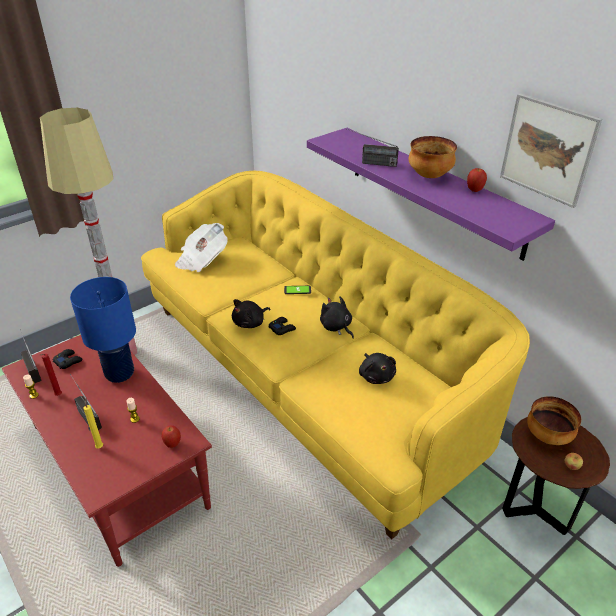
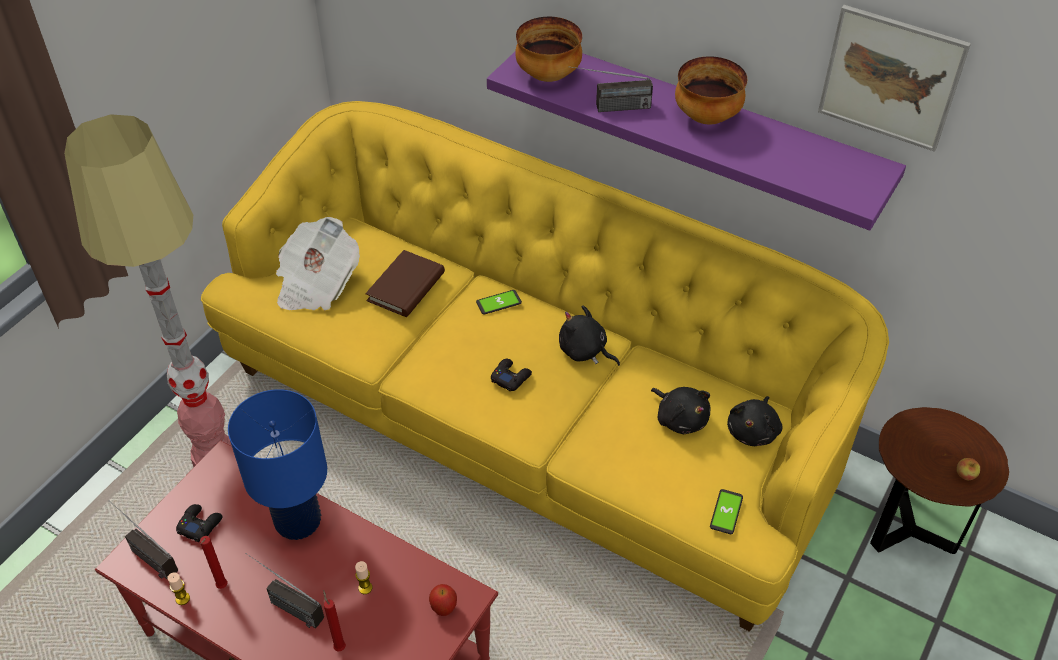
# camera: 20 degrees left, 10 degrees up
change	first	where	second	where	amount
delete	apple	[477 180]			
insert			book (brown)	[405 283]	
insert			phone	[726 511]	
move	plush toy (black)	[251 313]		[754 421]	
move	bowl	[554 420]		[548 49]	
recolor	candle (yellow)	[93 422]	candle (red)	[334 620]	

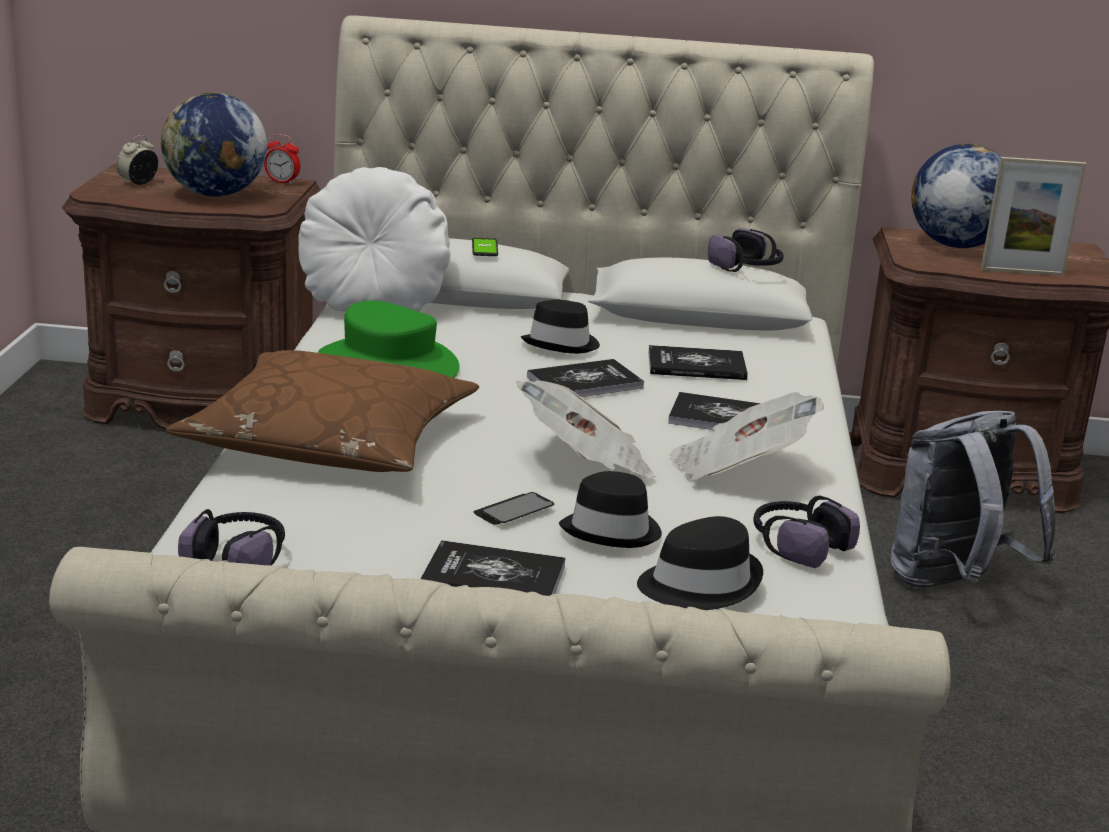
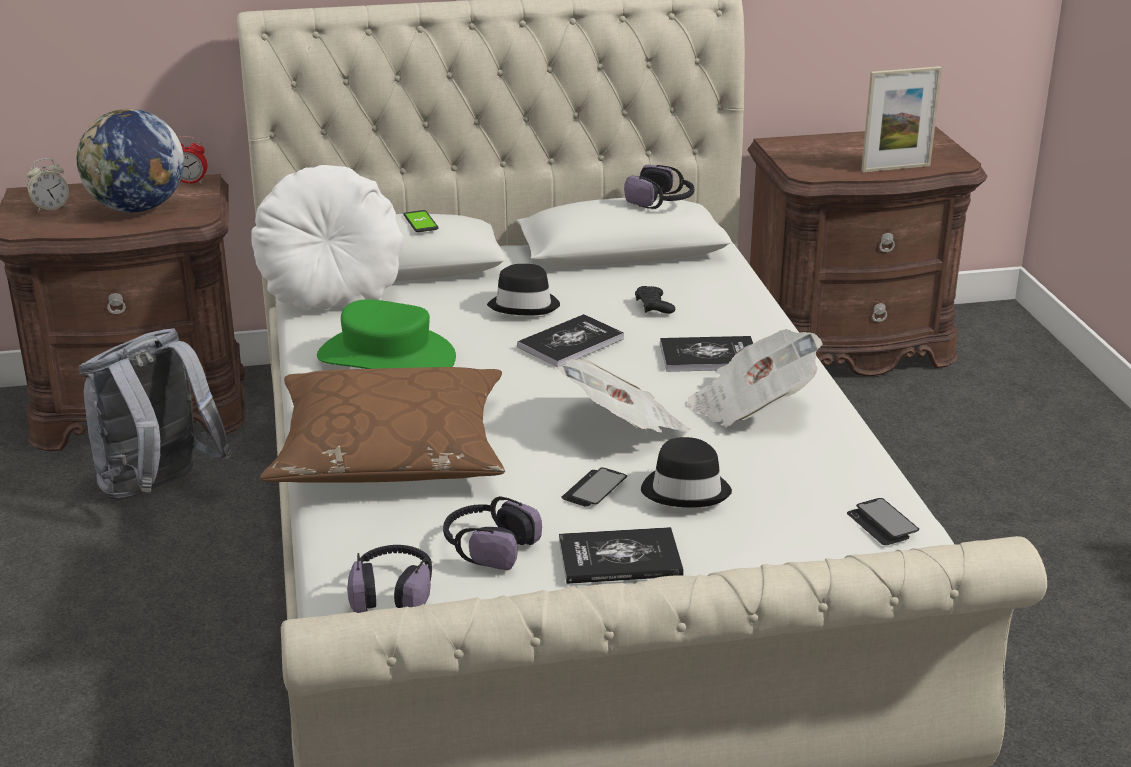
# camera: 15 degrees left, 5 degrees up
change	first	where	second	where	amount
delete	hat (black)	[700 563]			
delete	globe	[956 196]			
insert			phone	[883 521]	
move	headphones	[806 531]		[492 533]	
move	backpack (grey)	[973 499]		[155 414]	
replace	book	[698 362]	game controller (black)	[655 300]	
rotate	alarm clock	[137 160]		[48 185]	135 degrees counterclockwise

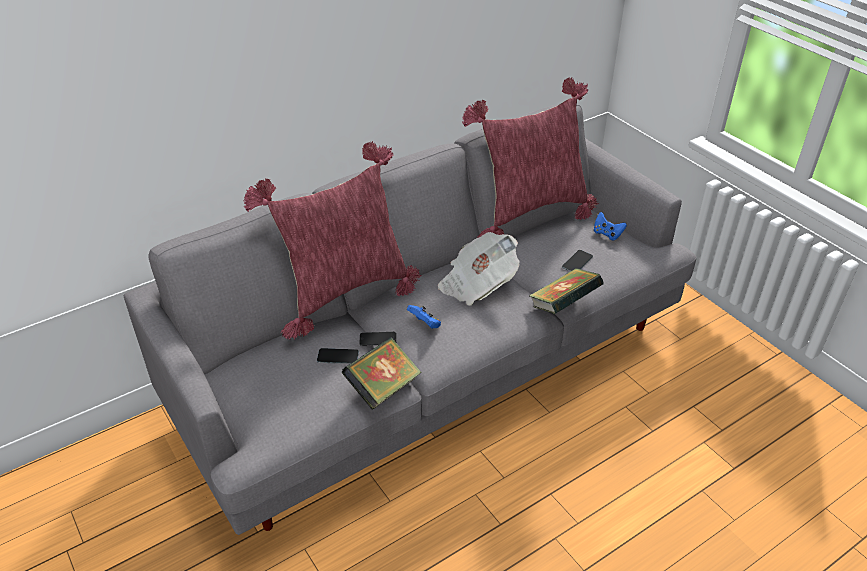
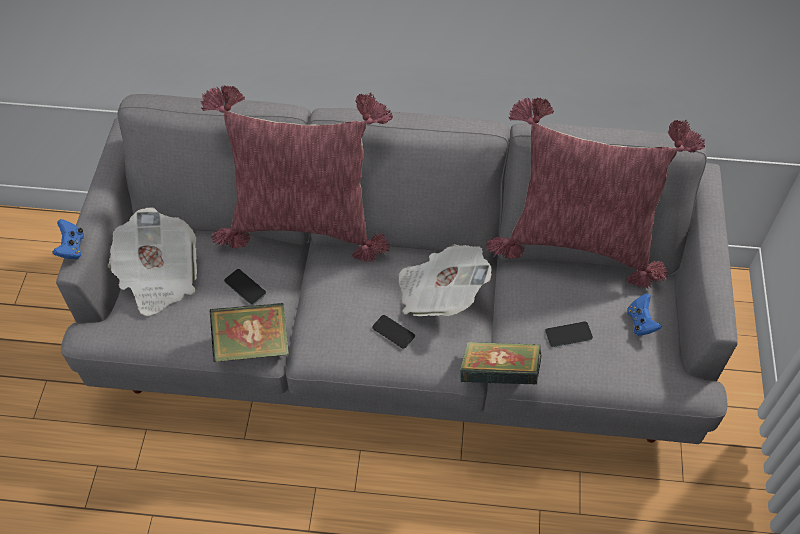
# camera: 40 degrees right, 15 degrees up
change	first	where	second	where	amount
insert			newspaper	[152 262]	
move	phone	[378 339]		[393 332]	
move	game controller (blue)	[424 317]		[68 239]	

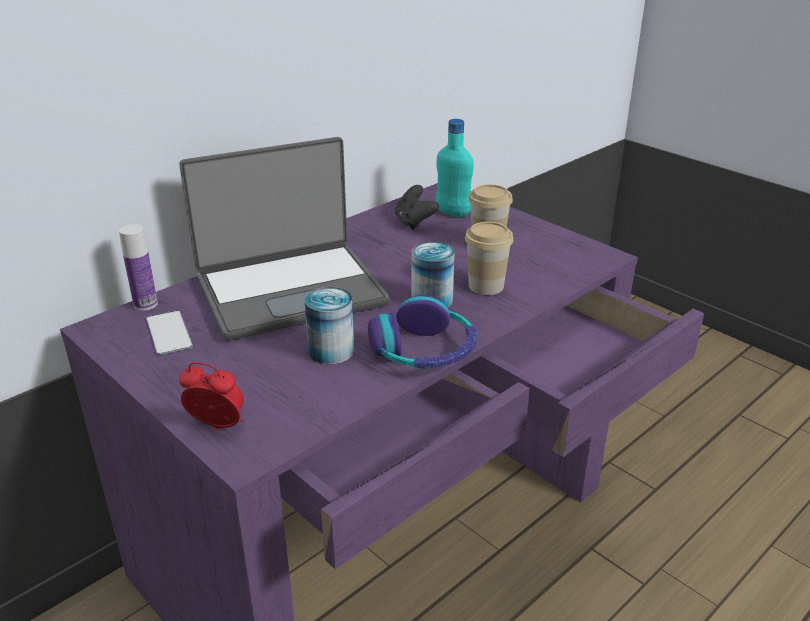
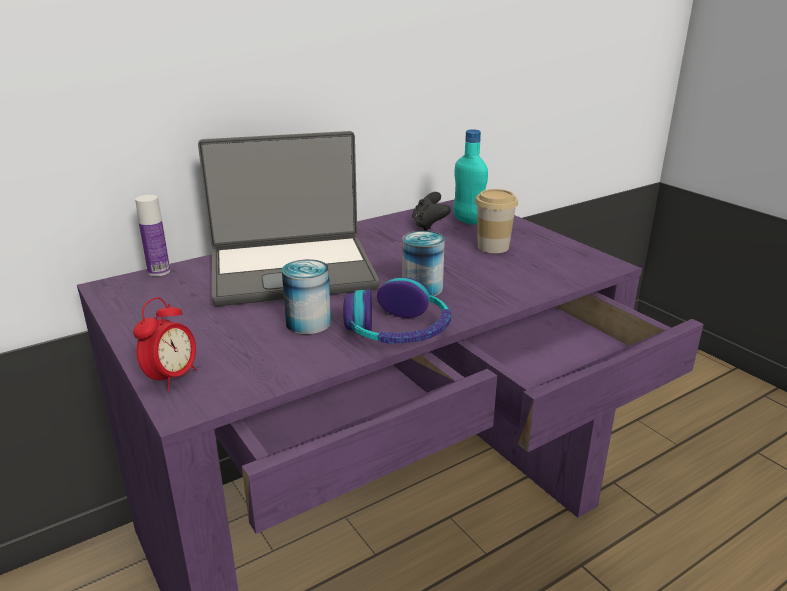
# camera: 10 degrees right, 5 degrees down
change	first	where	second	where	amount
delete	phone	[169 332]			
delete	cup	[489 258]			
rotate	alarm clock	[211 396]		[165 344]	90 degrees clockwise

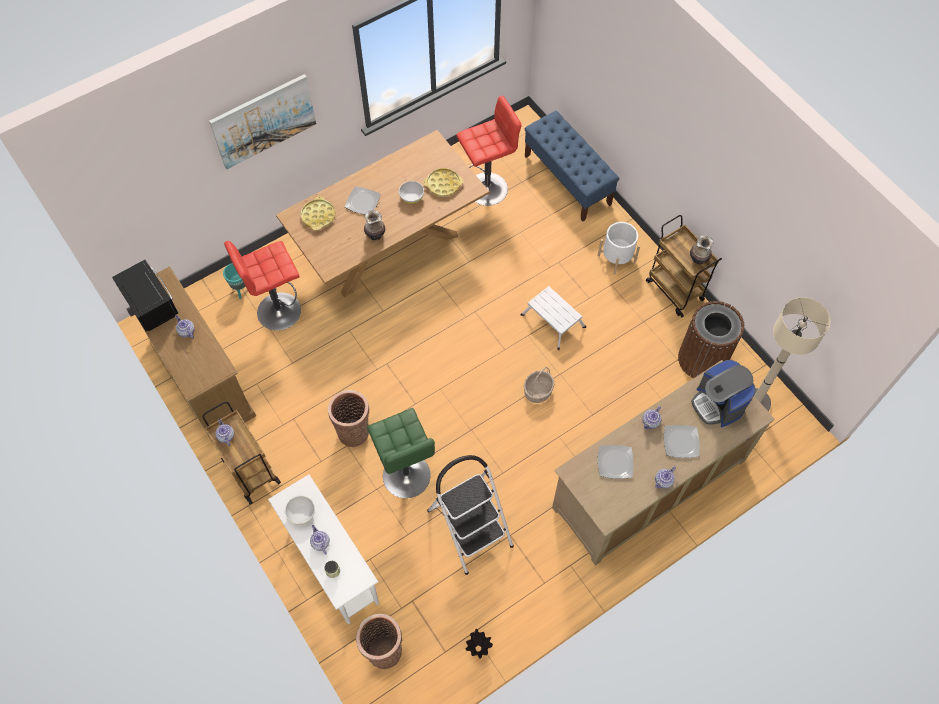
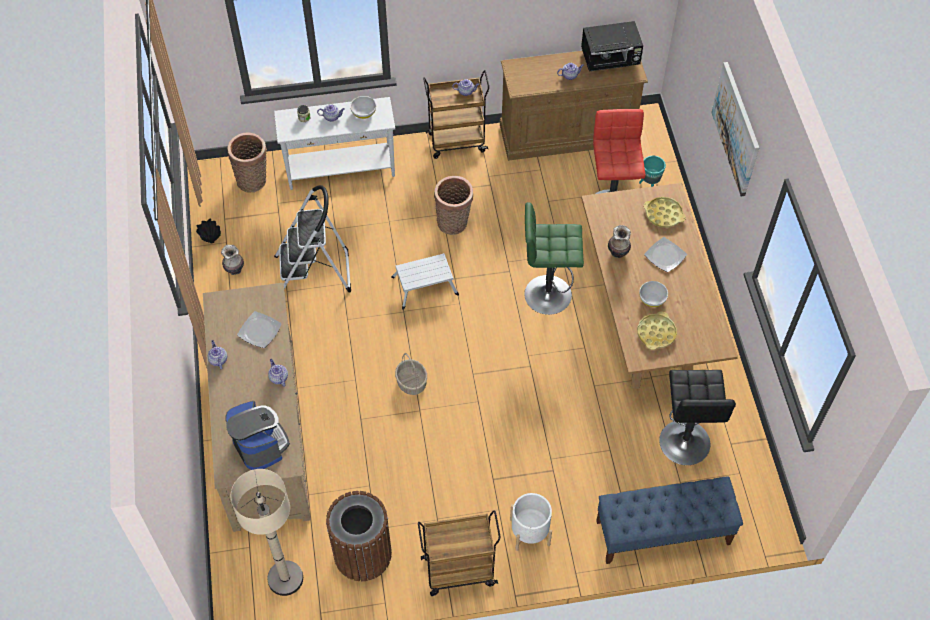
# camera: 115 degrees right, 5 degrees down
change	first	where	second	where	amount
delete	plate	[682 441]			
move	stool (green)	[401 453]		[554 258]	
move	step ladder (white)	[553 318]		[425 281]	
move	vase	[702 249]		[232 260]	
recolor	stool (red)	[489 150]	stool (black)	[697 417]	
rotate	coffee machine	[723 393]		[257 435]	60 degrees clockwise

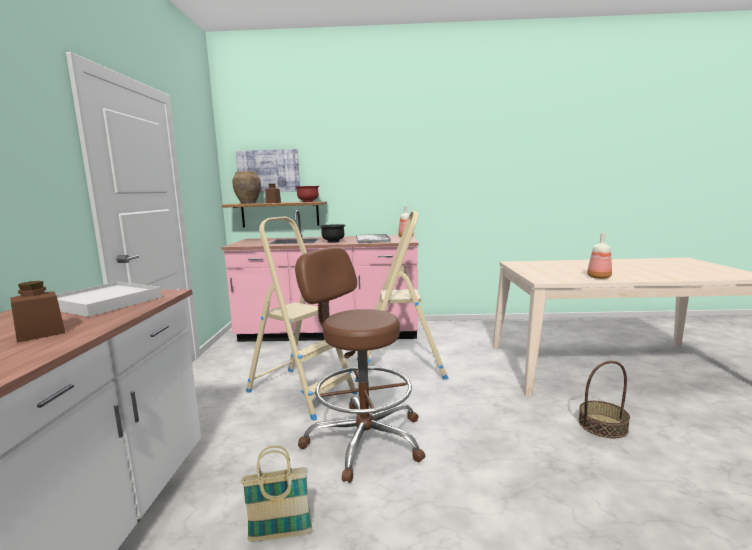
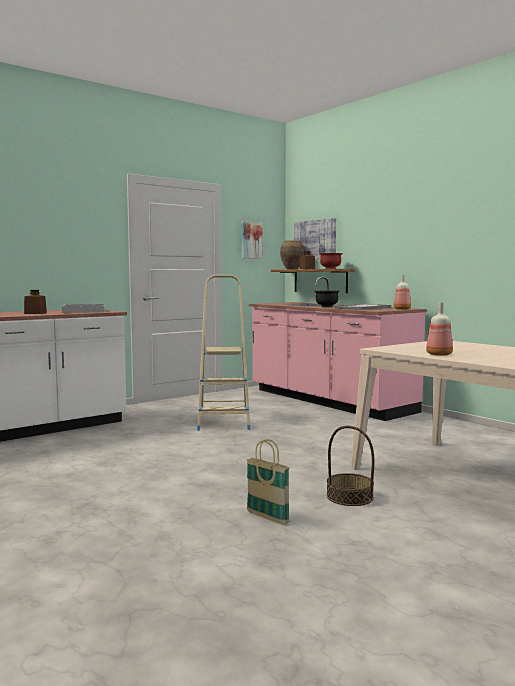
# camera: 50 degrees right, 5 degrees down
change	first	where	second	where	amount
delete	stool (brown)	[360 365]			
delete	step ladder (beige)	[402 296]			
insert			picture	[252 240]	
move	basket	[276 493]		[268 482]	

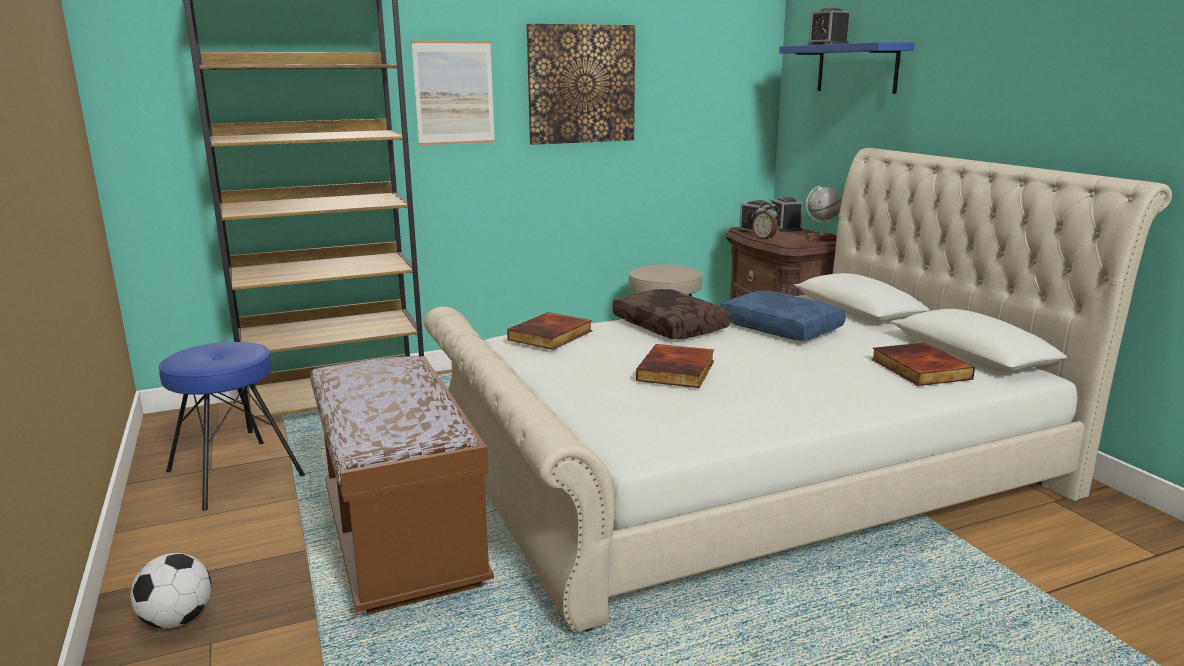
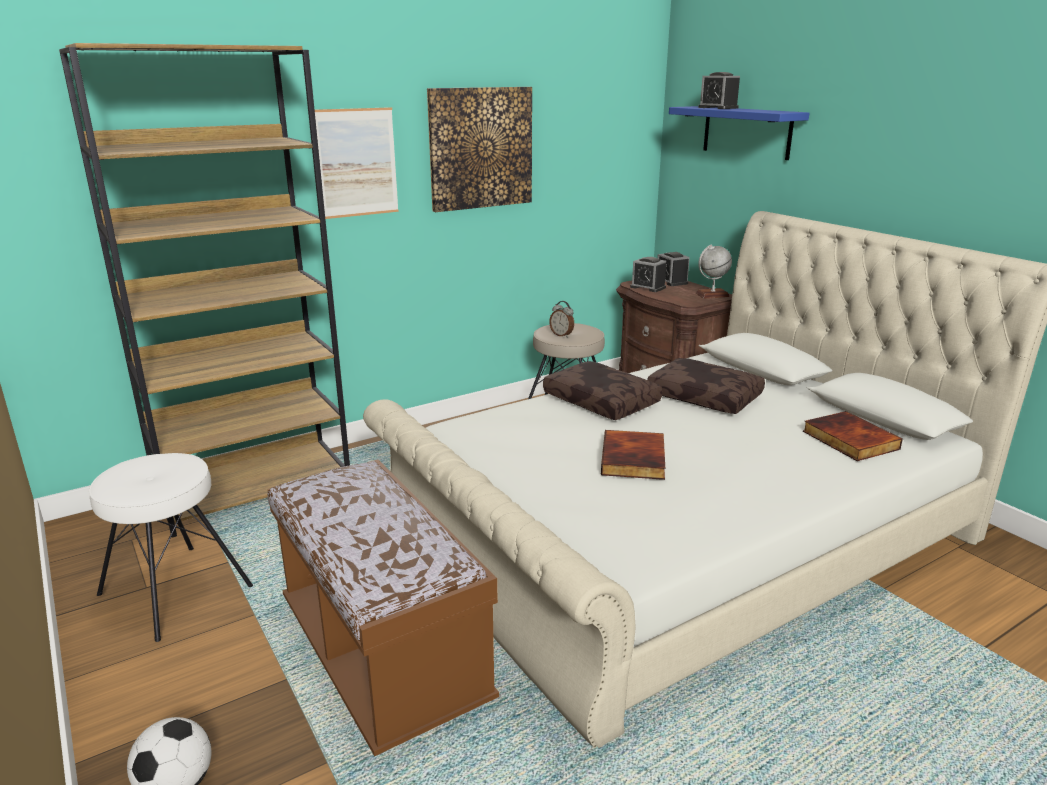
# camera: 10 degrees left, 5 degrees up
change	first	where	second	where	amount
delete	book	[549 331]			
move	alarm clock	[765 222]		[561 319]	
recolor	stool (blue)	[232 426]	stool (white)	[171 547]	
recolor	pillow (blue)	[783 316]	pillow (brown)	[706 386]	

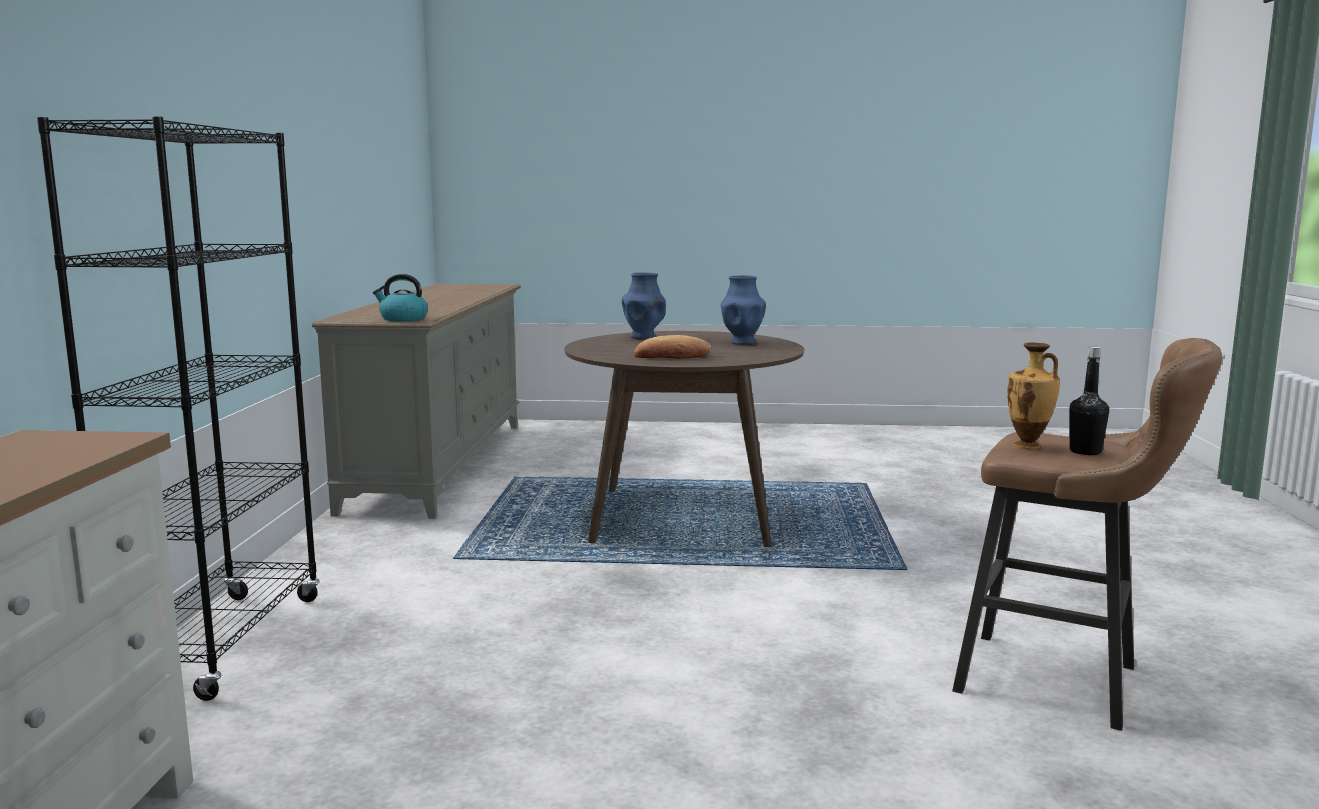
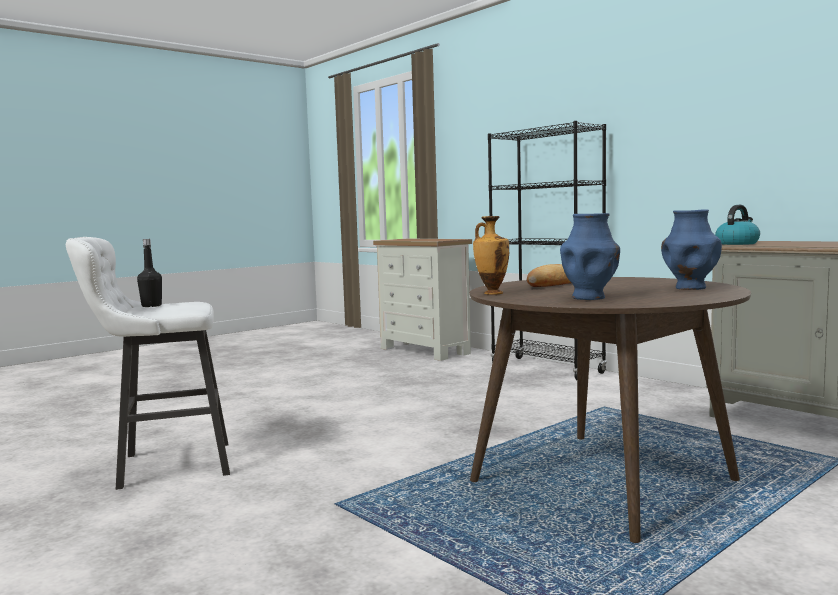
# camera: 135 degrees right, 5 degrees down
change	first	where	second	where	amount
move	vase	[1033 395]		[491 255]	
recolor	stool (brown)	[1087 534]	stool (white)	[148 363]	

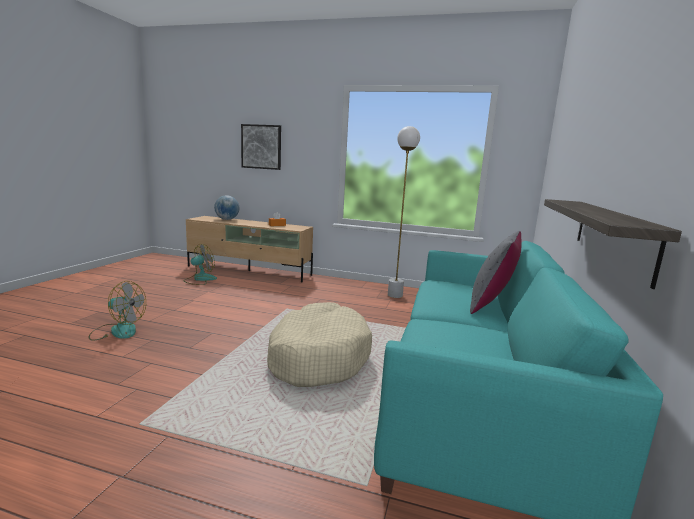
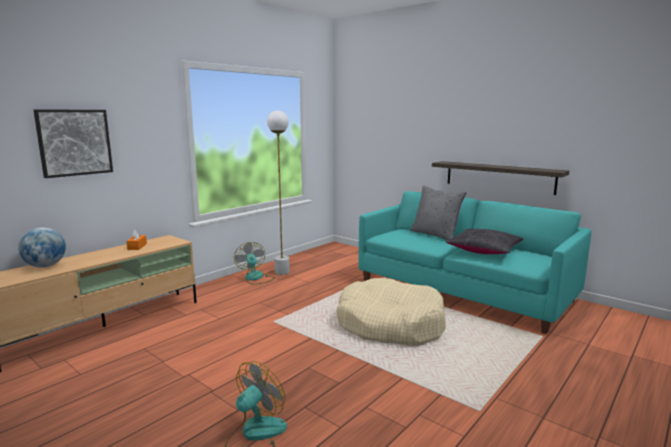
# camera: 65 degrees left, 0 degrees up
change	first	where	second	where	amount
insert			pillow (black)	[484 241]	
move	fan	[200 264]		[254 263]	

